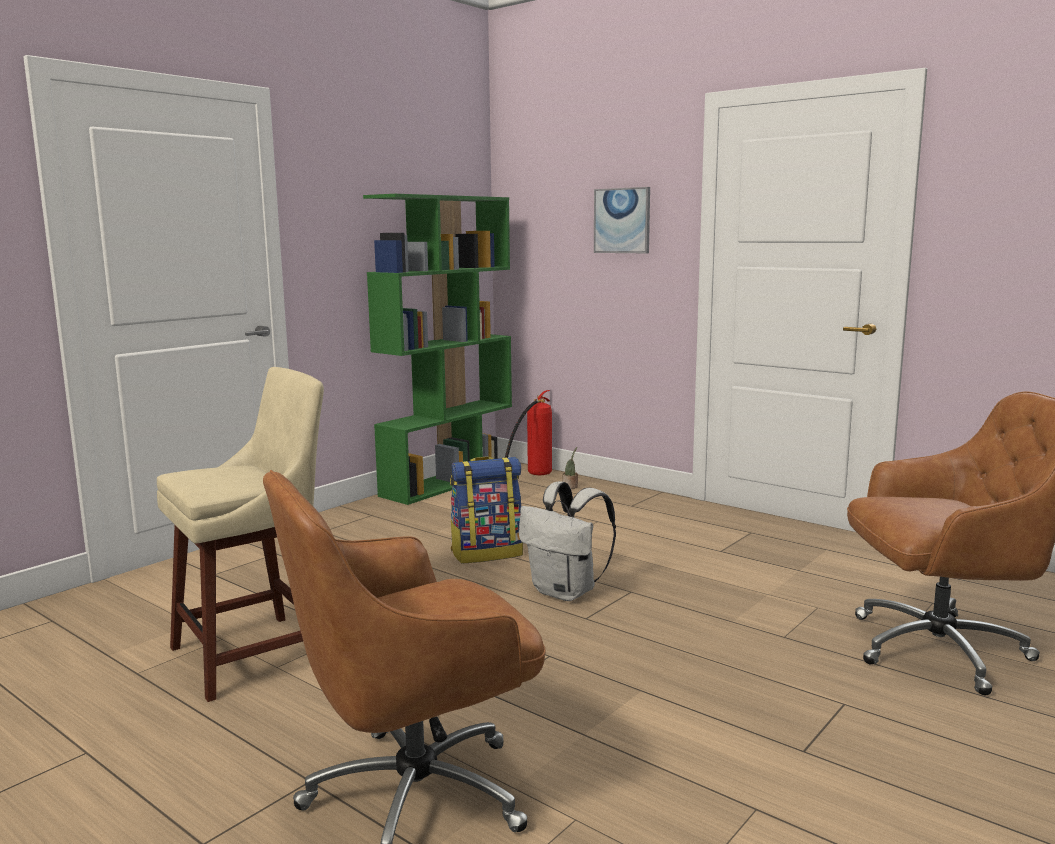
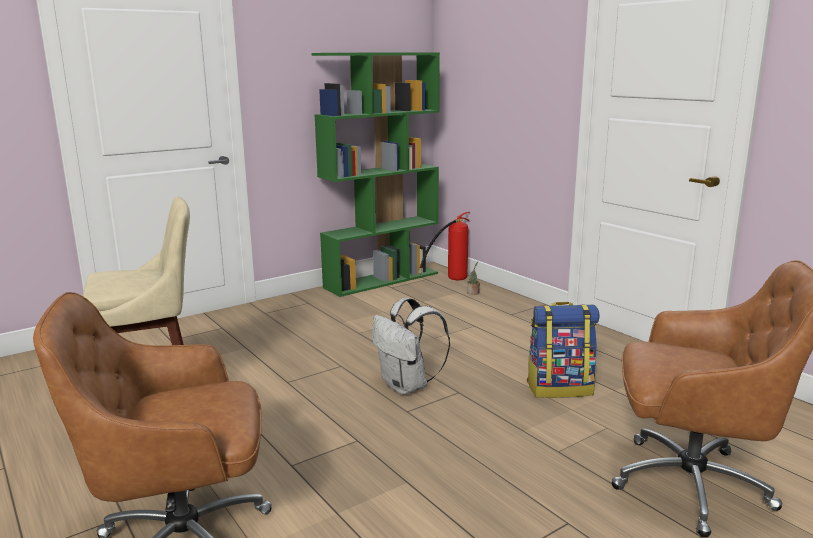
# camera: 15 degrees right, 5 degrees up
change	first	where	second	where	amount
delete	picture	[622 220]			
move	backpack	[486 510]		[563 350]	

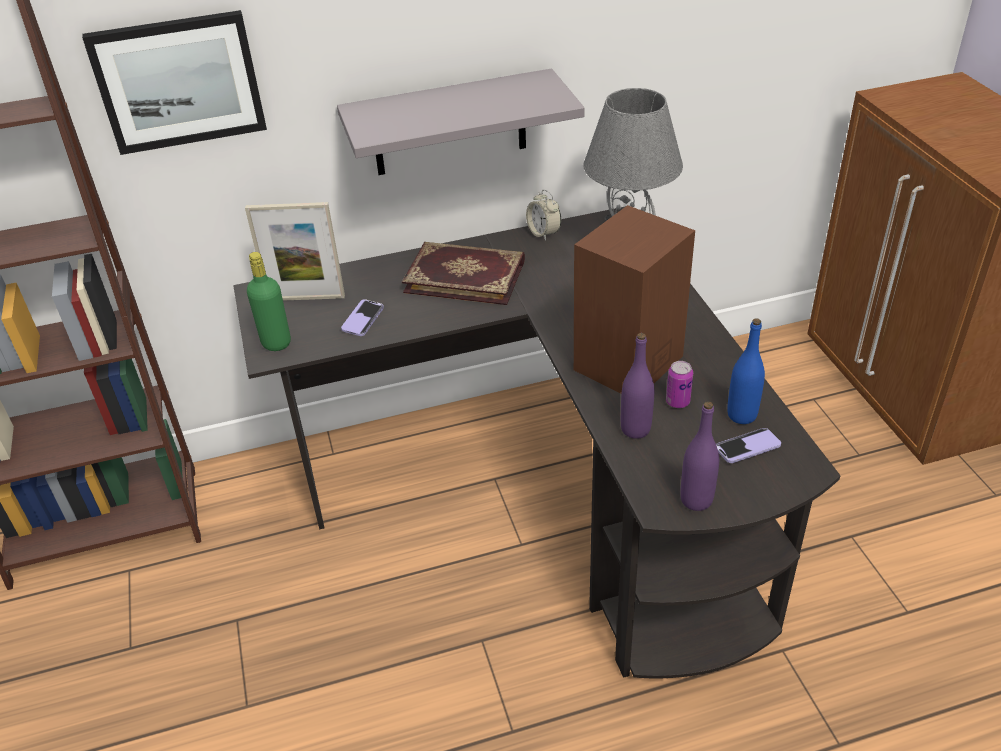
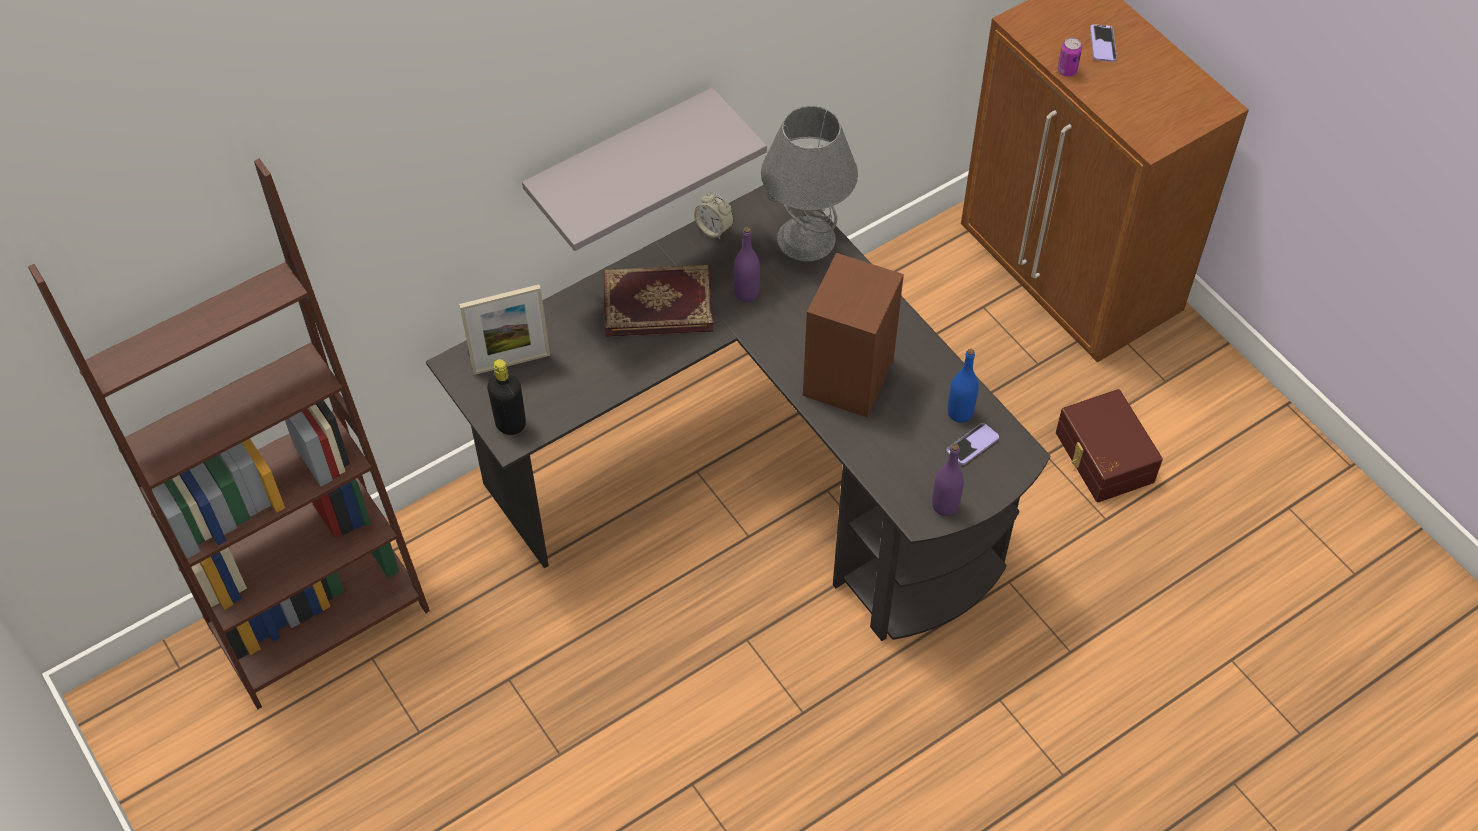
# camera: 20 degrees left, 15 degrees up
change	first	where	second	where	amount
delete	picture	[174 82]			
insert			storage box (brown)	[1109 445]	
move	phone	[362 317]		[1103 43]	
move	bottle (purple)	[637 386]		[747 264]	
move	can	[679 384]		[1069 57]	
recolor	bottle (green)	[269 301]	bottle (black)	[506 397]	

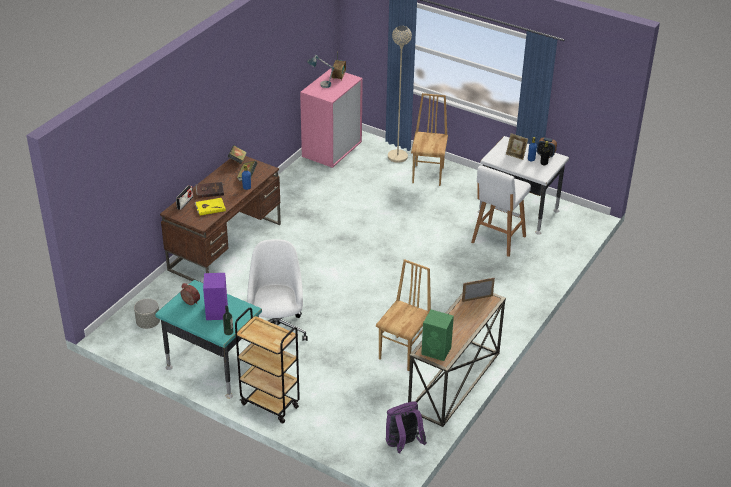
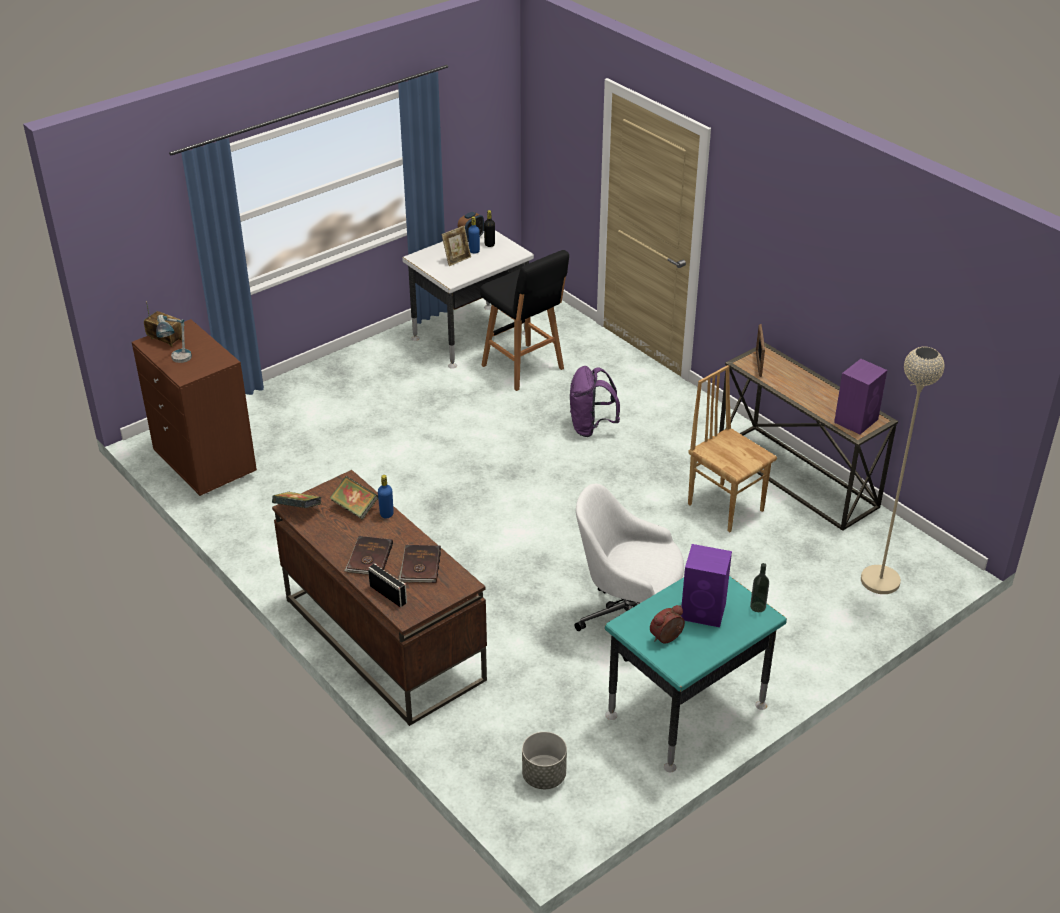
# camera: 70 degrees left, 0 degrees up
change	first	where	second	where	amount
delete	cart (brown)	[267 366]			
delete	chair (brown)	[429 139]			
move	backpack (purple)	[406 427]		[595 401]	
move	floor lamp (beige)	[400 94]		[902 470]	
recolor	book (yellow)	[210 206]	book (brown)	[419 564]	
recolor	cabinet (pink)	[331 118]	cabinet (brown)	[194 407]	
recolor	speaker (green)	[437 335]	speaker (purple)	[860 397]	
recolor	stool (white)	[501 211]	stool (black)	[524 320]	

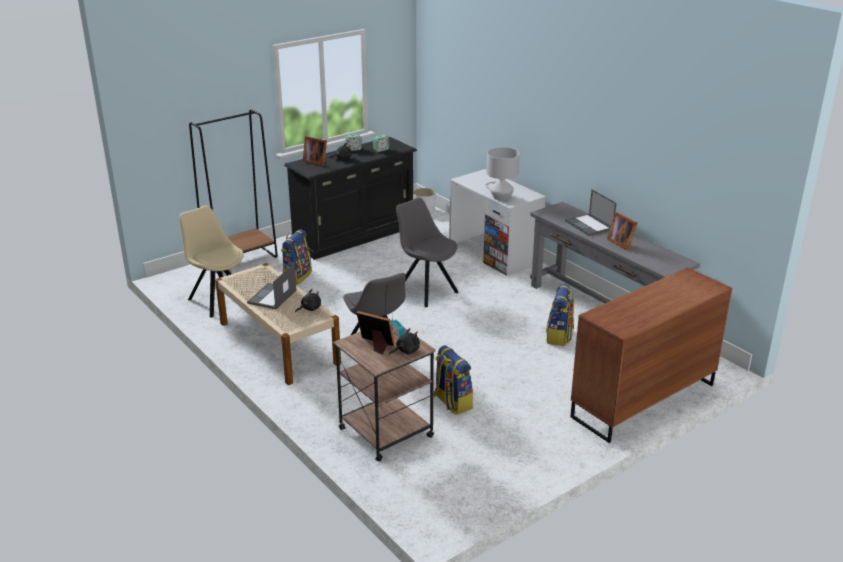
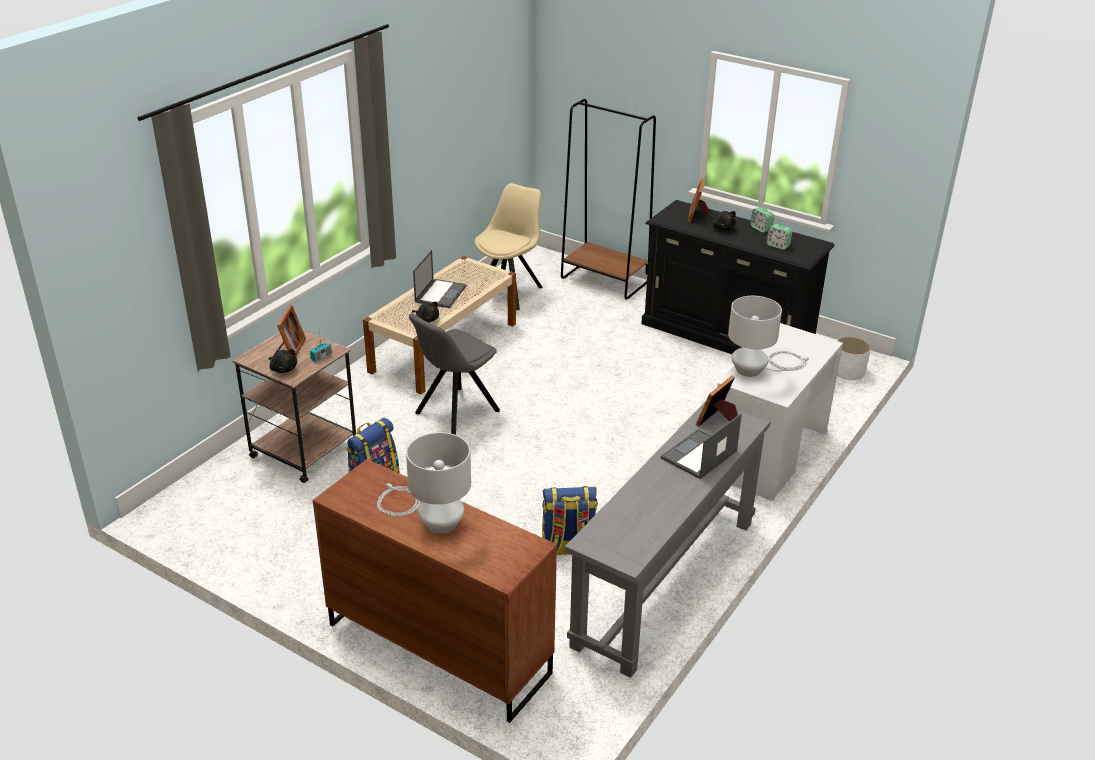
# camera: 70 degrees right, 5 degrees up
change	first	where	second	where	amount
delete	backpack	[296 257]			
delete	chair (grey)	[427 252]			
insert			table lamp (white)	[424 483]	
move	picture frame	[622 231]		[717 401]	
rotate	laptop	[271 286]		[439 279]	105 degrees clockwise

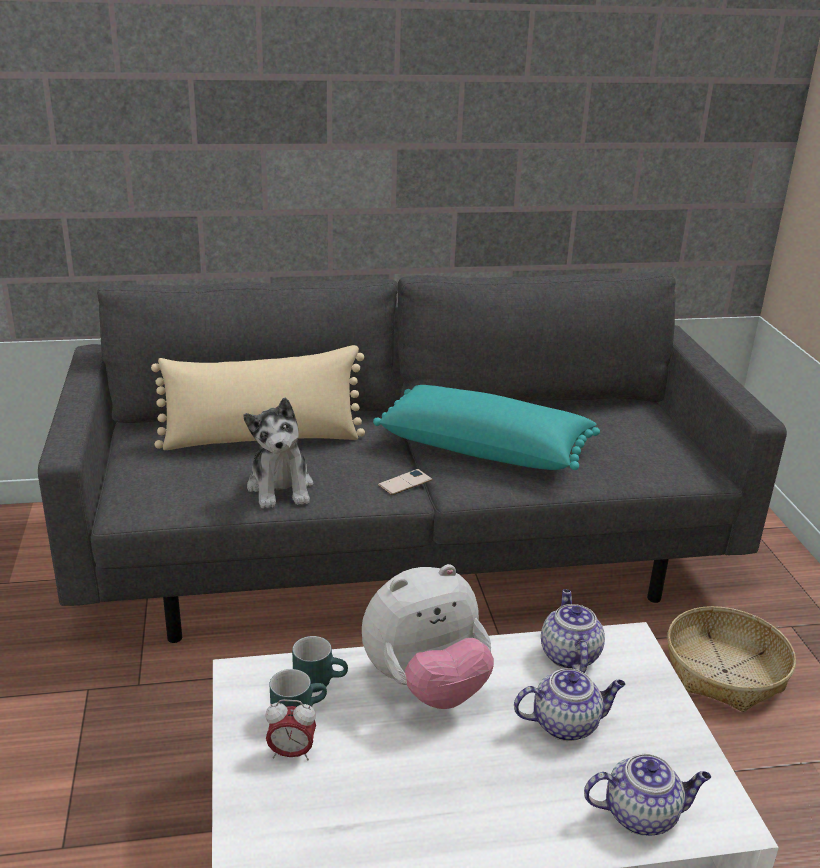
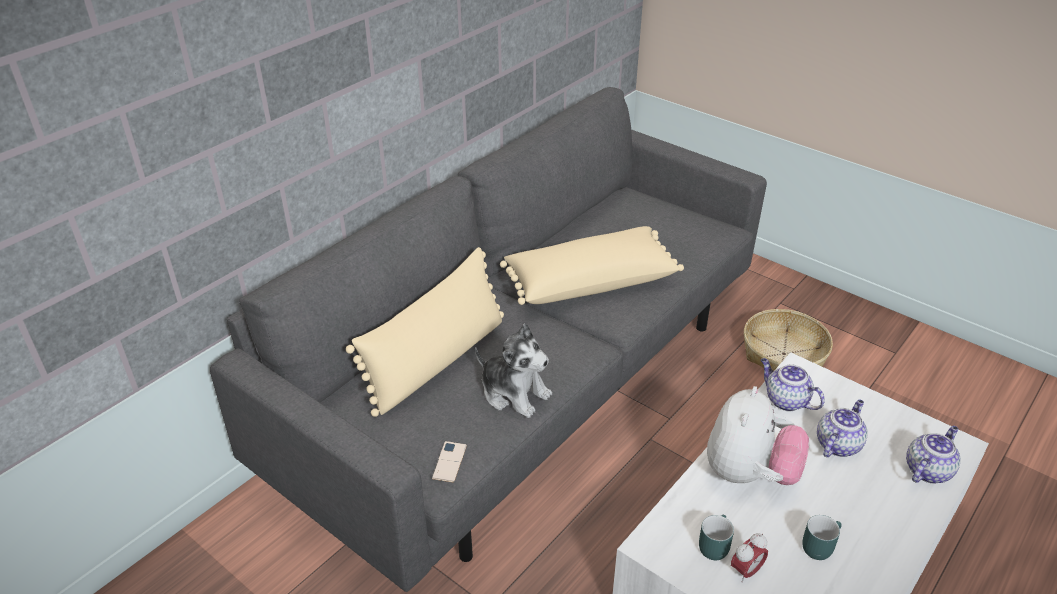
# camera: 40 degrees left, 10 degrees up
change	first	where	second	where	amount
move	mug (turquoise)	[320 664]		[822 537]	
move	phone	[405 482]		[449 462]	
recolor	pillow (turquoise)	[486 427]	pillow (beige)	[592 265]	

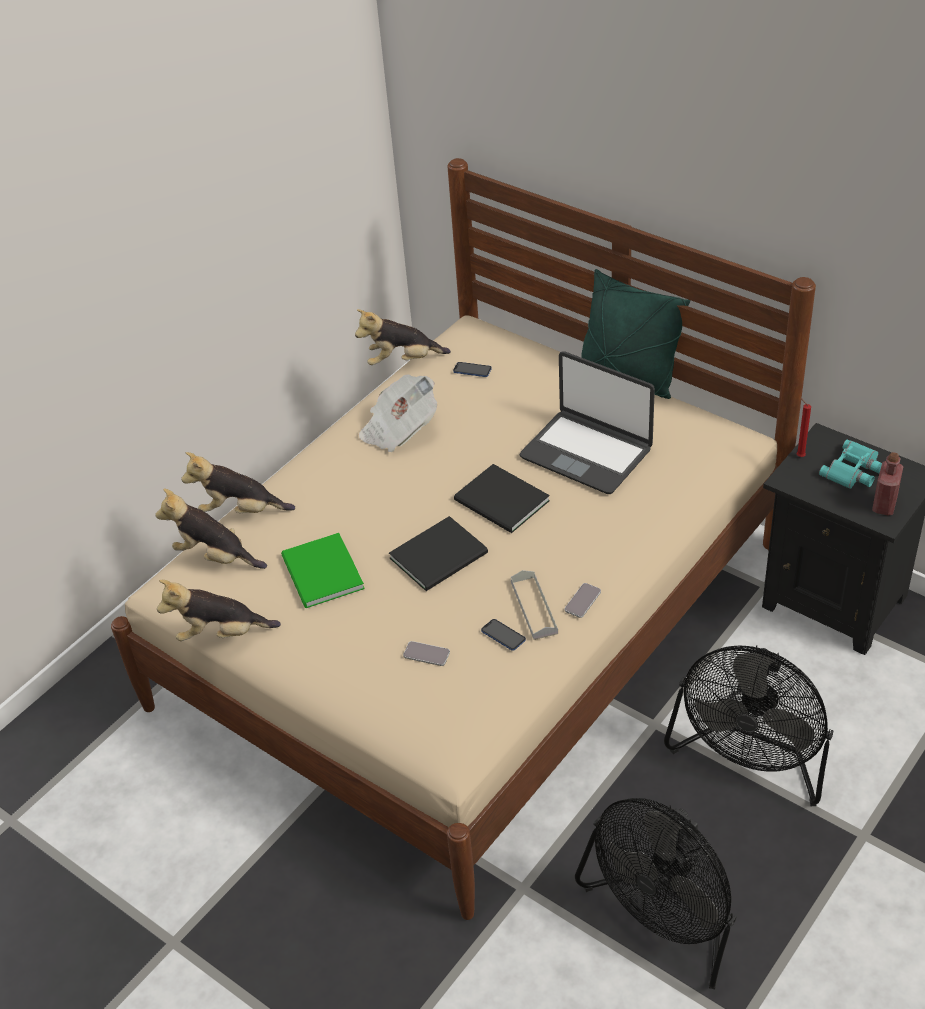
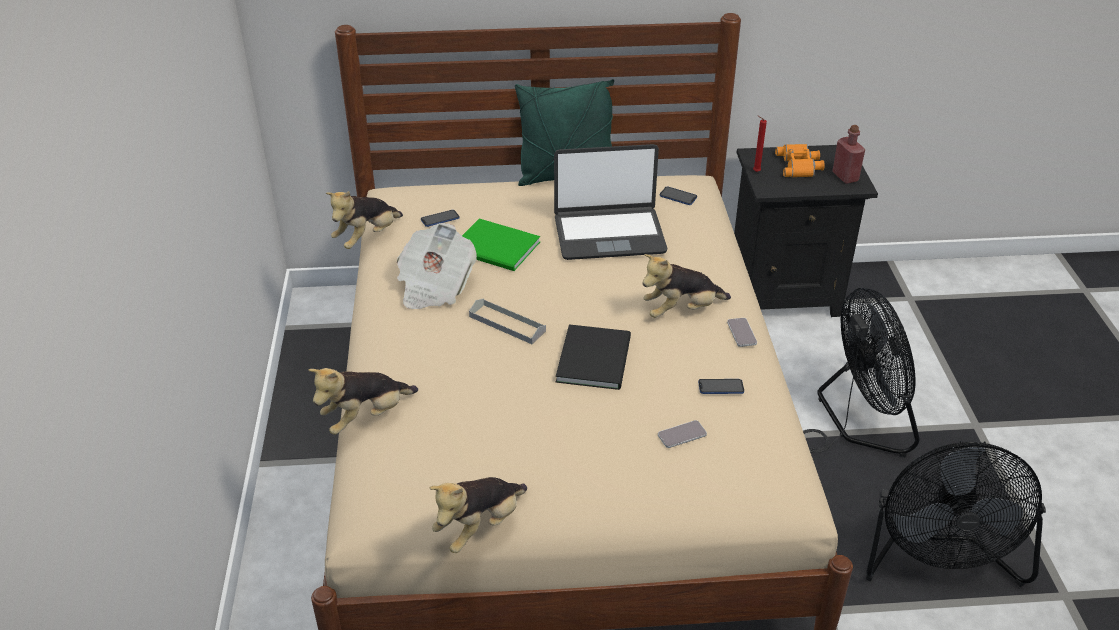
# camera: 45 degrees left, 5 degrees down
change	first	where	second	where	amount
delete	book (black)	[502 498]			
insert			phone	[678 195]	
move	plush toy	[211 528]		[686 286]	
move	book (green)	[323 570]		[501 245]	
move	tray (grey)	[534 605]		[507 321]	
recolor	binoculars (turquoise)	[850 464]	binoculars (orange)	[800 160]	
rotate	fan (black)	[748 725]		[861 372]	90 degrees counterclockwise

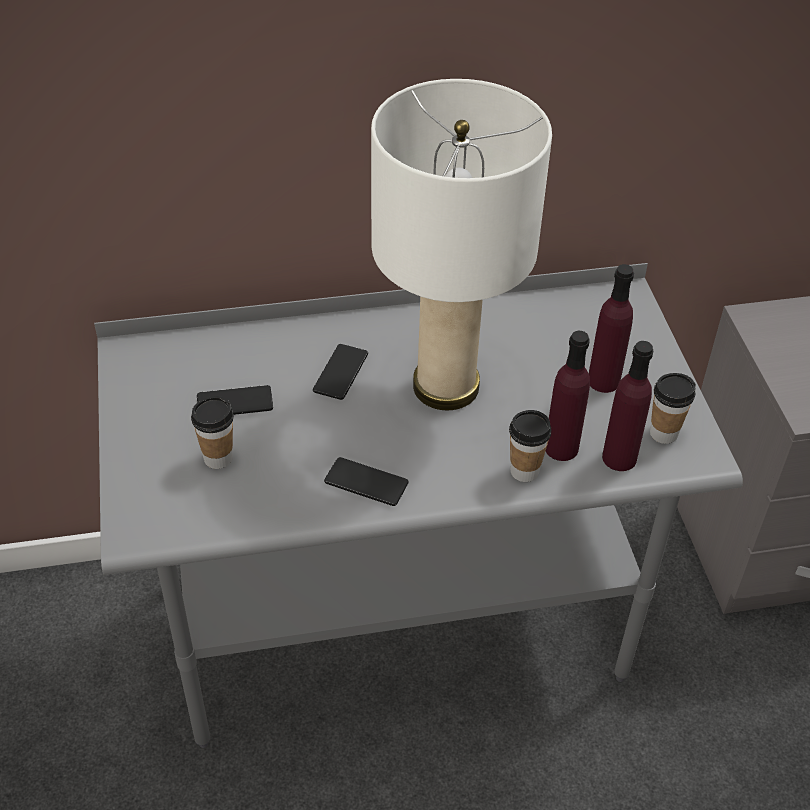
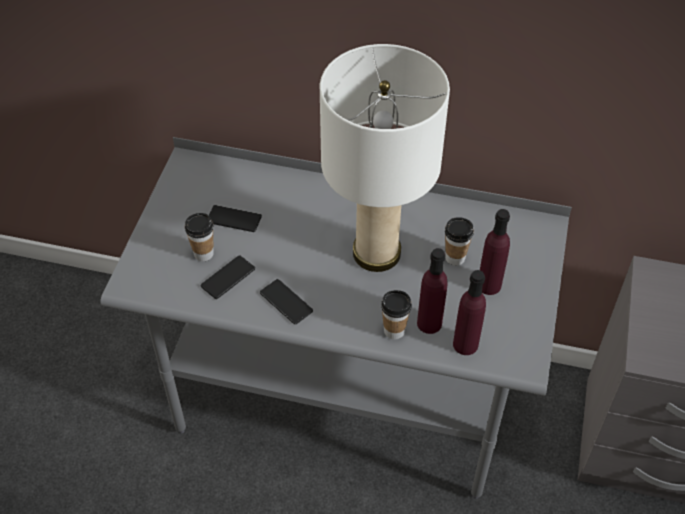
# camera: 25 degrees right, 5 degrees up
change	first	where	second	where	amount
move	phone	[340 372]		[228 277]	
move	cup	[673 408]		[459 241]	

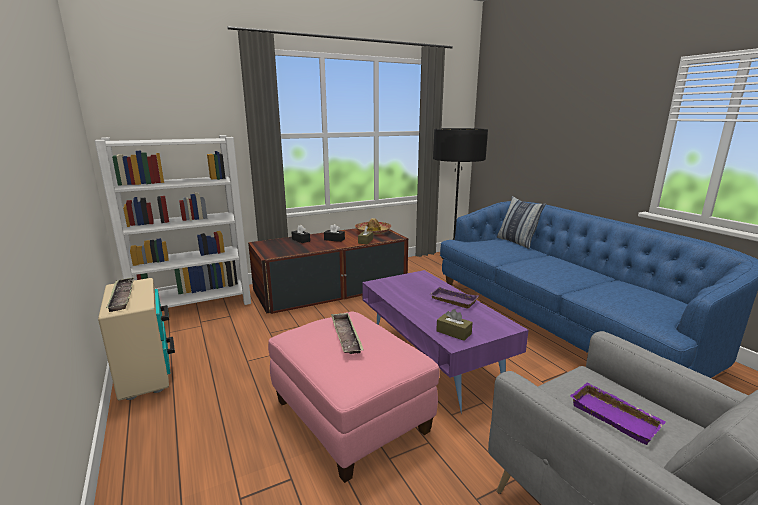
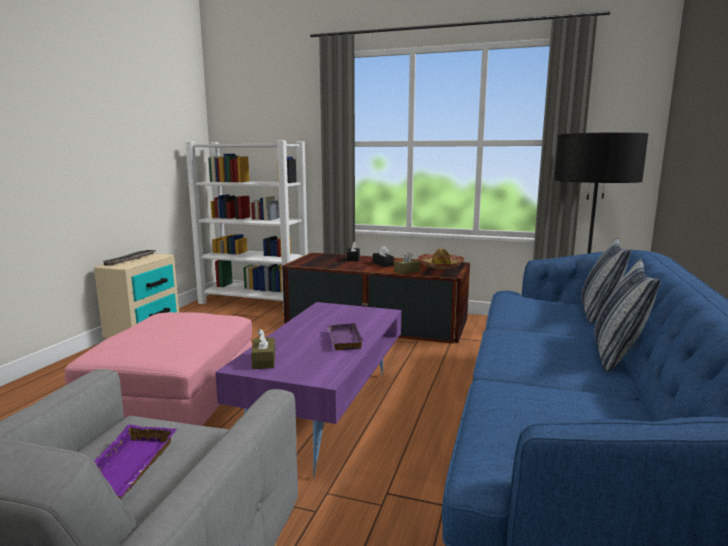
# camera: 45 degrees right, 5 degrees down
change	first	where	second	where	amount
delete	tray	[347 333]			
insert			pillow	[627 315]	

